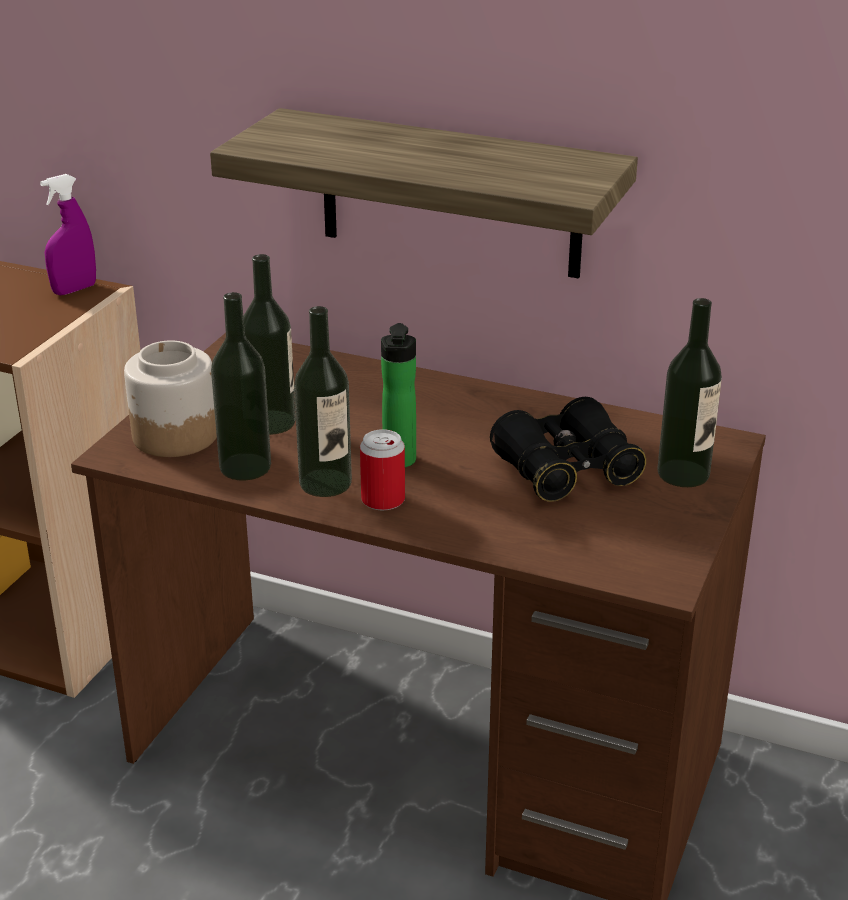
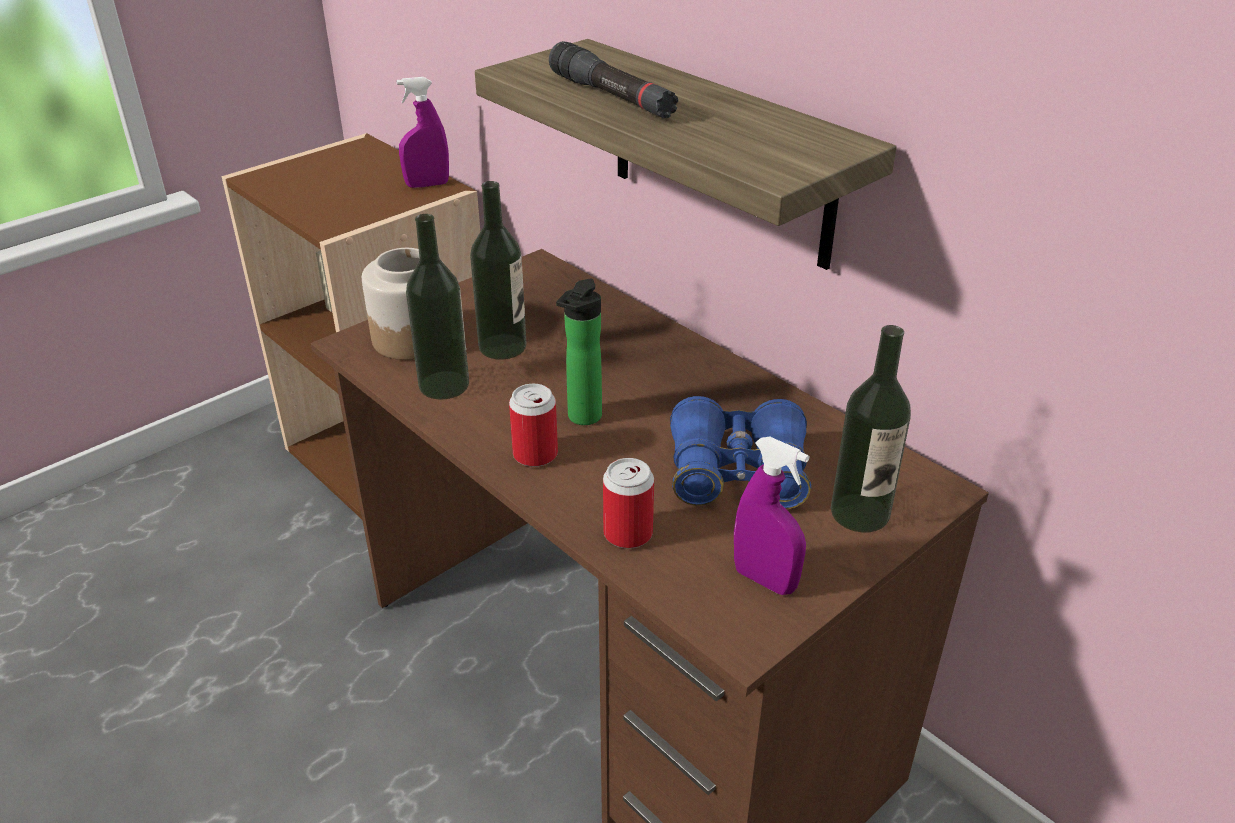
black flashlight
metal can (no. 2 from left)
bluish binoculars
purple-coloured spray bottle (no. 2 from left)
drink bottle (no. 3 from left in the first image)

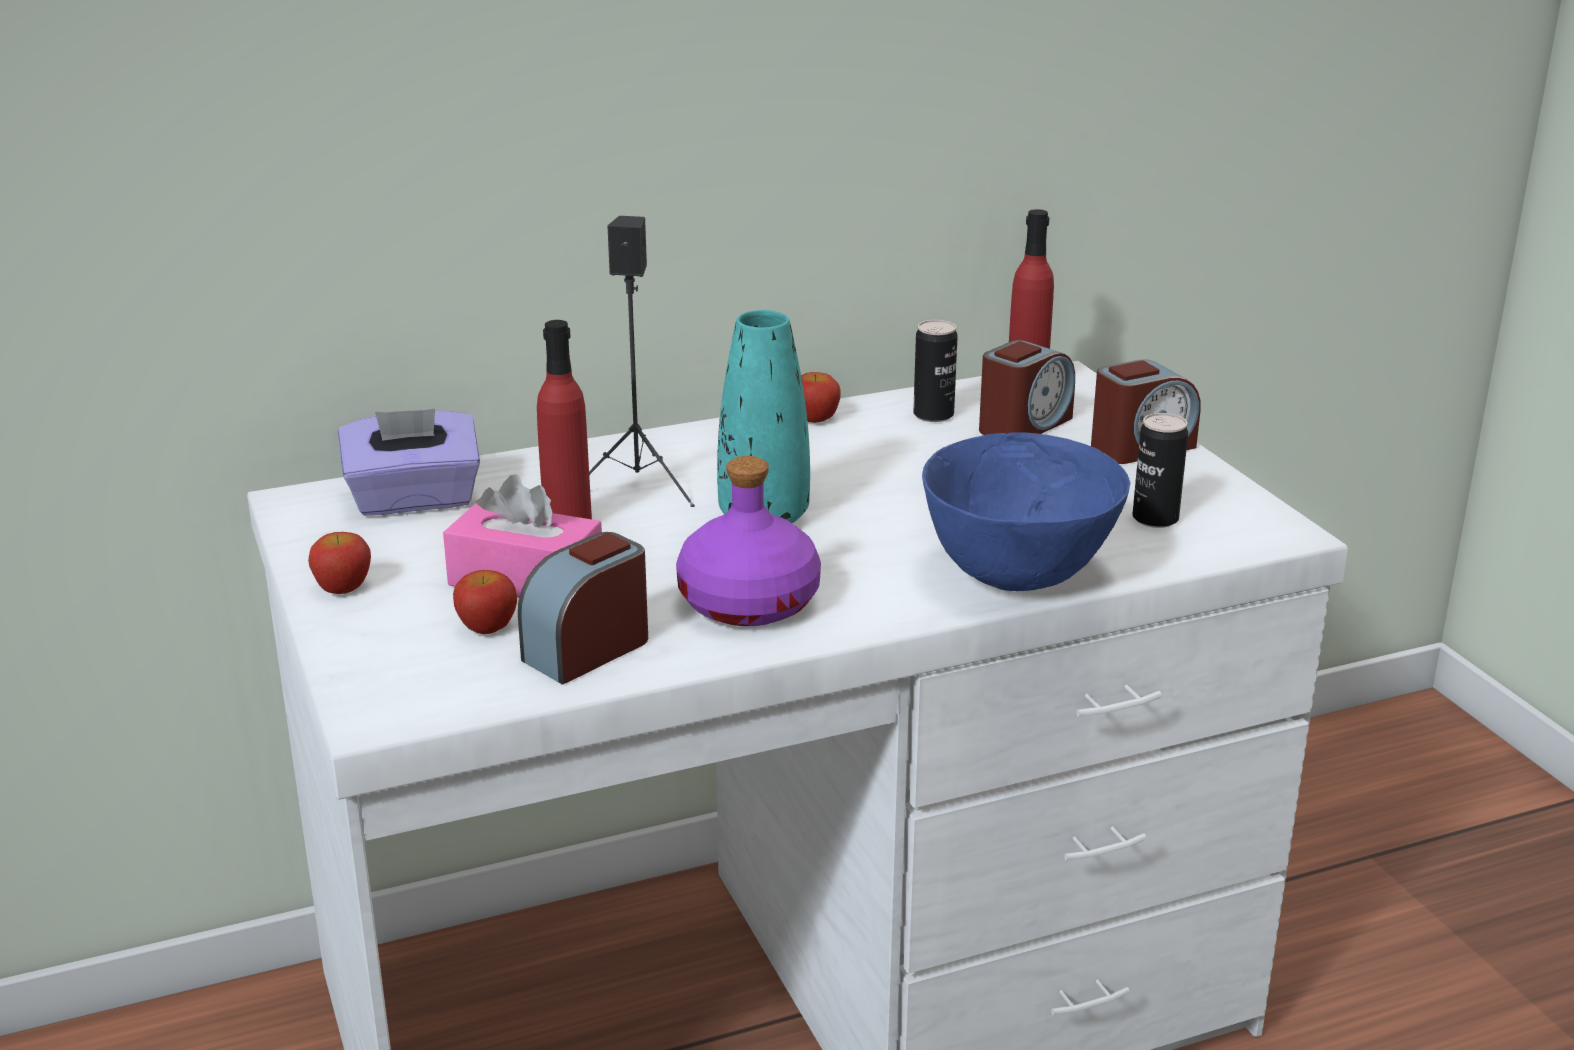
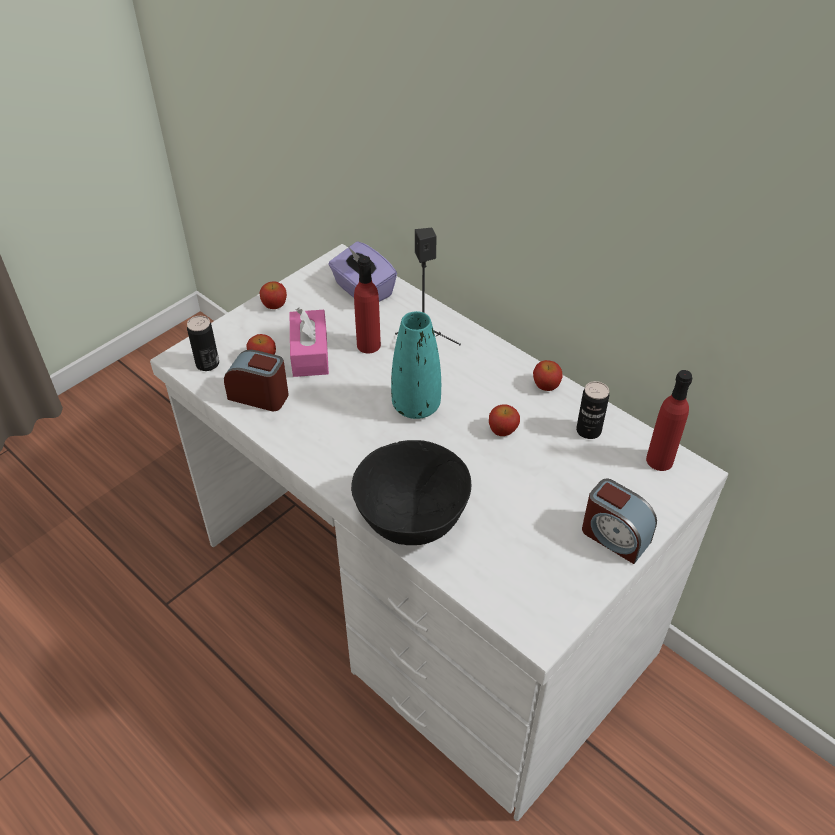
metal can (no. 1 from left)
black bowl
apple fruit (no. 3 from left)
purple-coloured drink bottle
bedside clock (no. 2 from left in the first image)

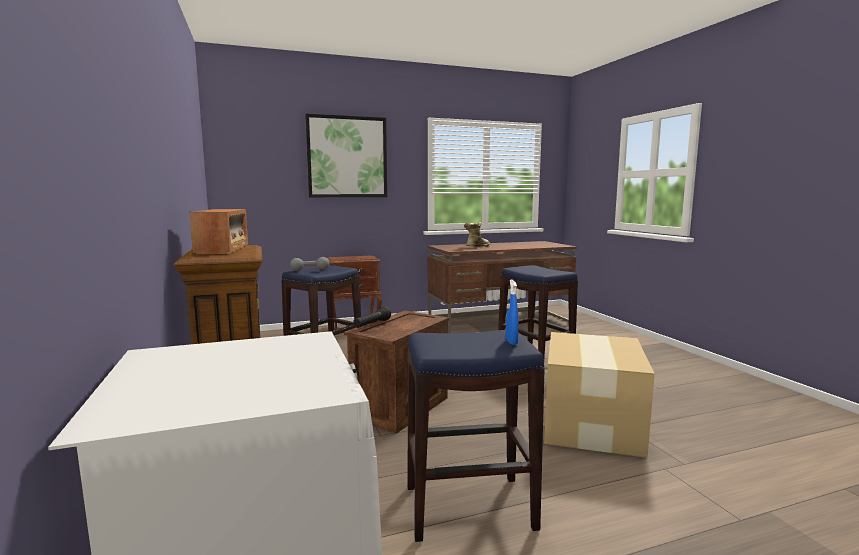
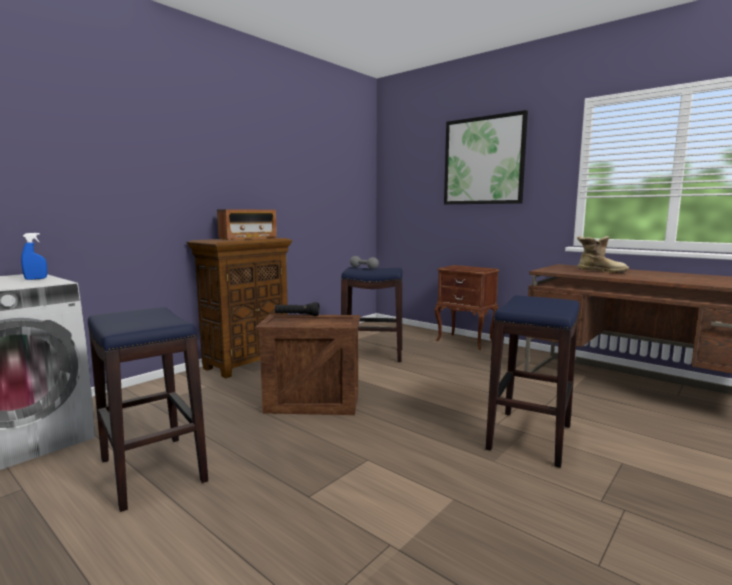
bluish spray bottle
cardboard box

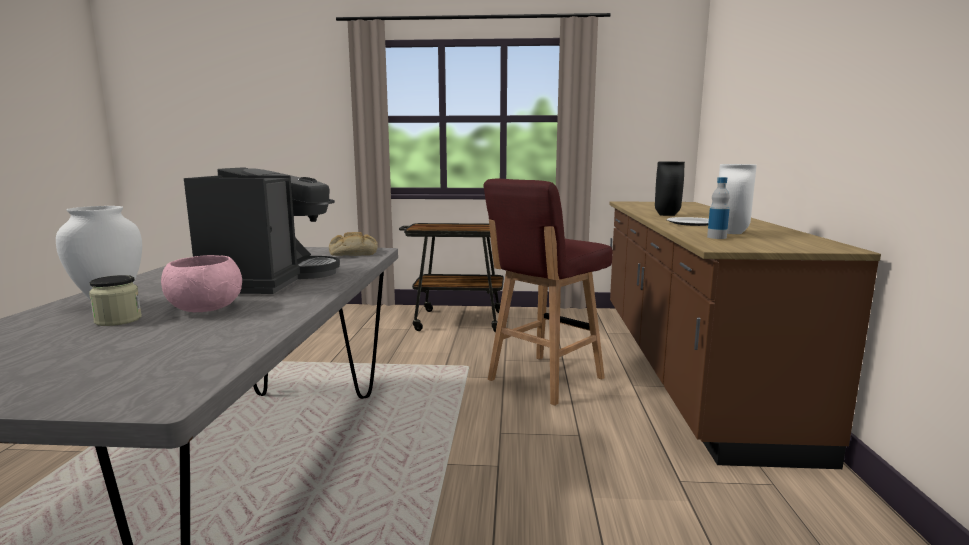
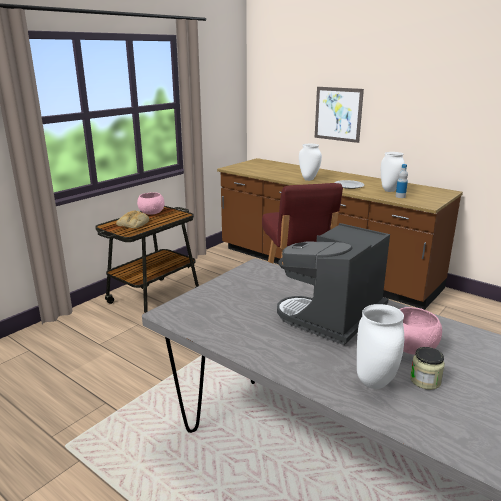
baked bread
pink-coloured bowl (no. 1 from left)
coffee brewer
whitish decorative vase (no. 1 from left)
wall picture

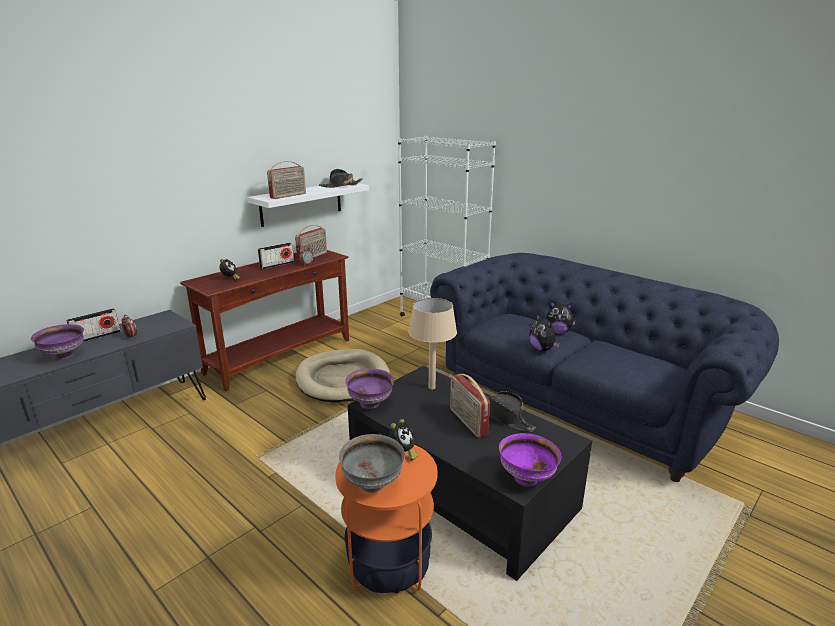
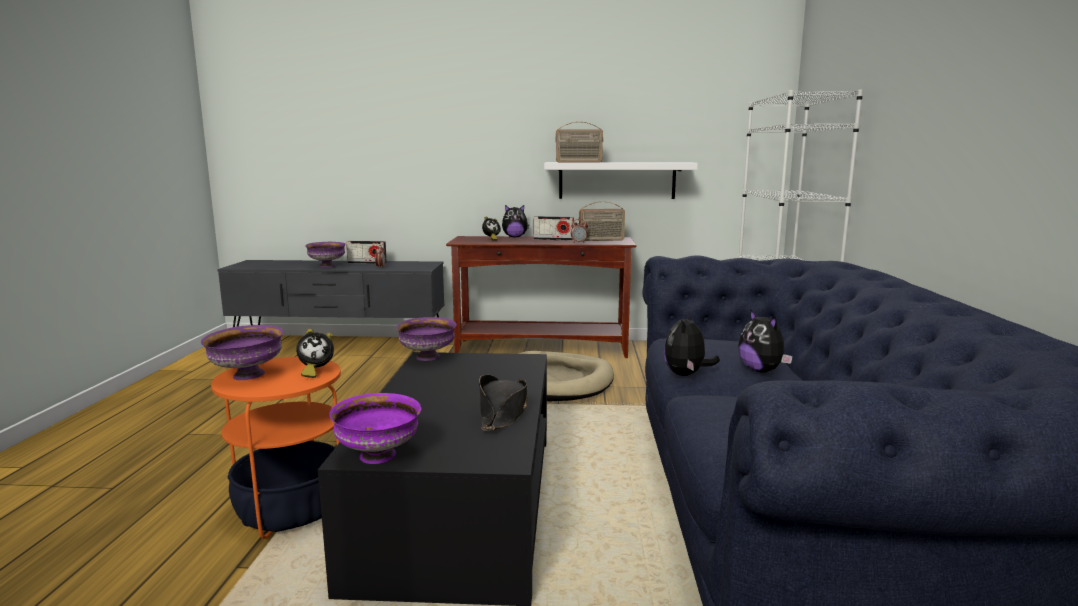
purple-coloured bowl (no. 1 from left)
cuddly toy (no. 1 from left)
black wearable hat (no. 1 from left in the first image)
beige-coloured tabletop lamp
radio set (no. 5 from left in the first image)

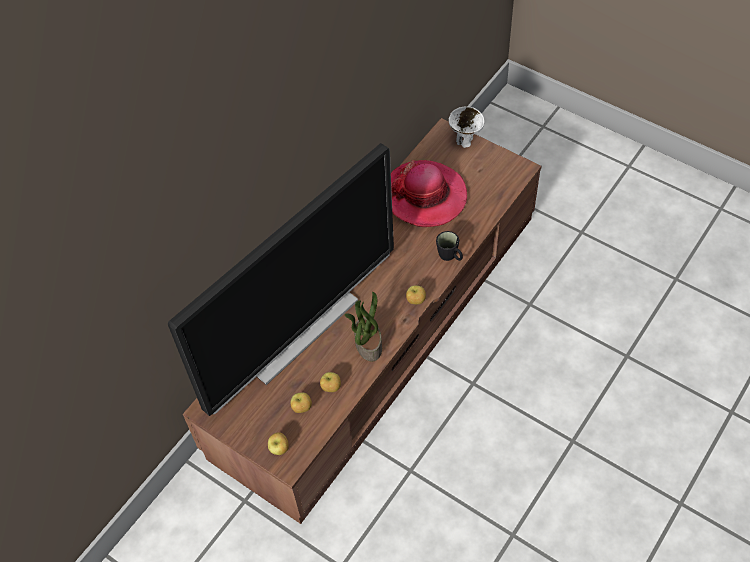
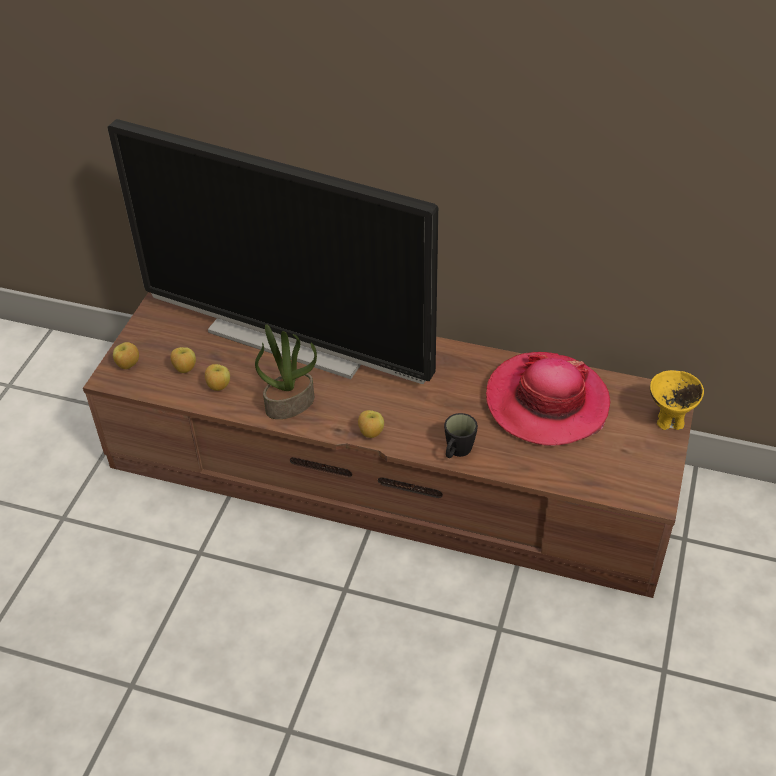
yellow bowl

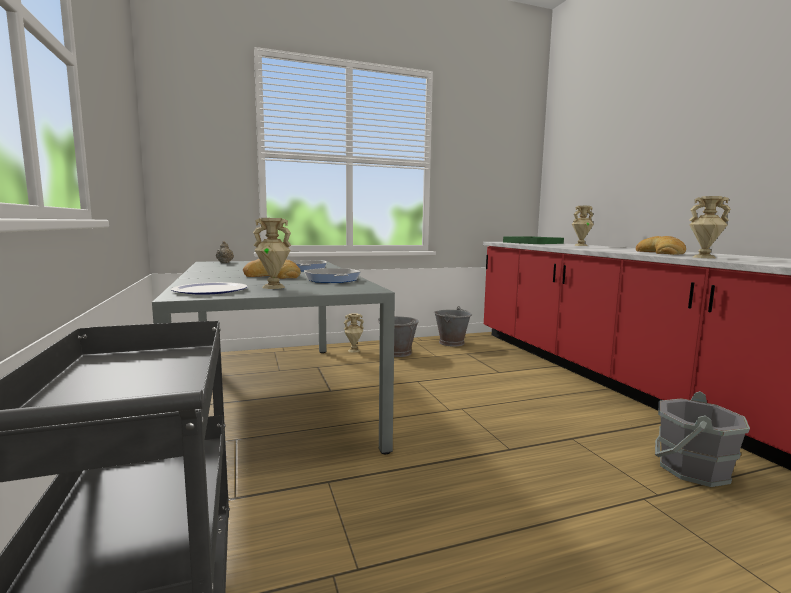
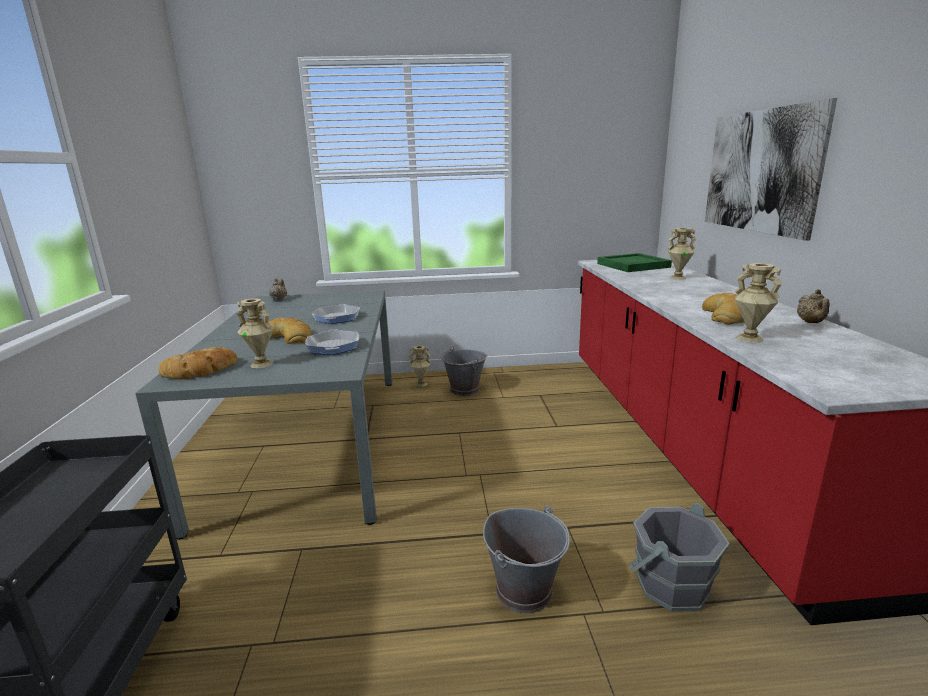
baked bread (no. 1 from left)
gray water bucket (no. 2 from left)
wall picture
beige-coloured teapot (no. 2 from left)

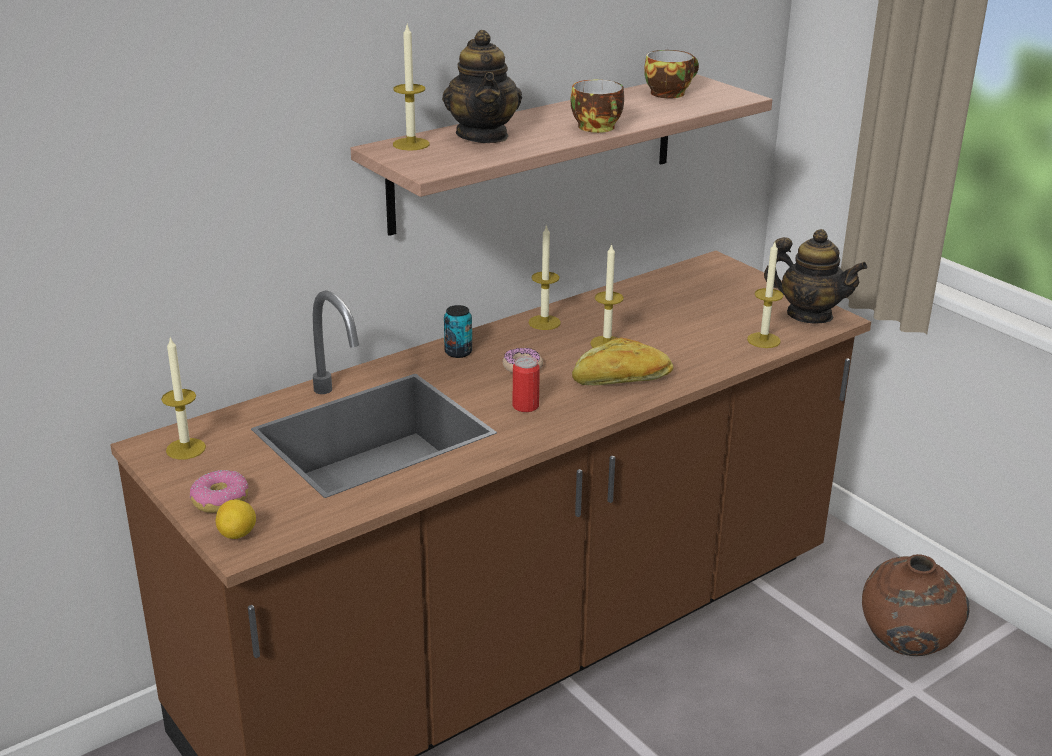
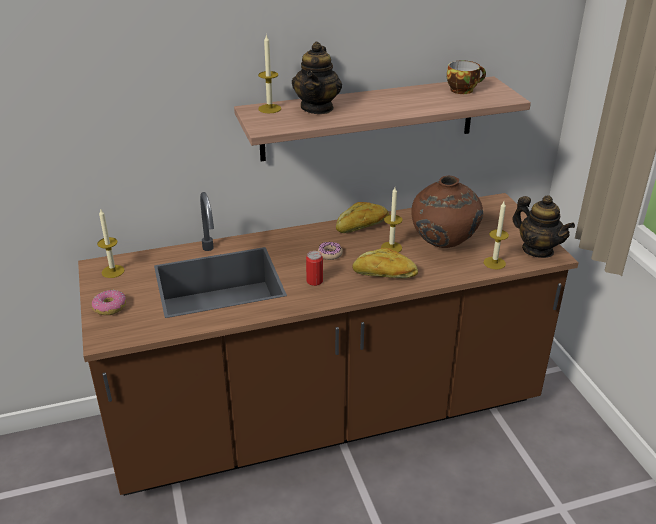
baked bread (no. 1 from left)
brown-coloured decorative vase
citrus fruit
metal can (no. 1 from left in the first image)
small cup (no. 1 from left in the first image)

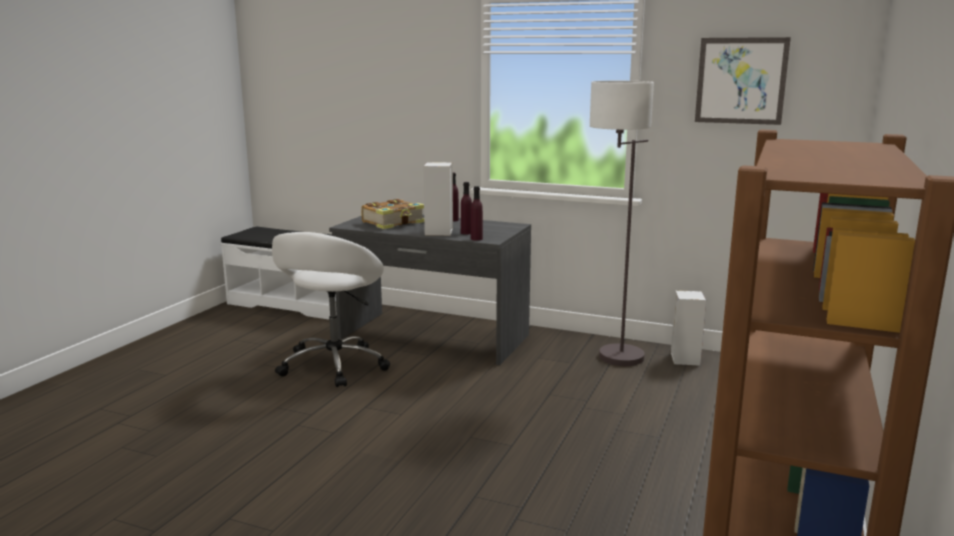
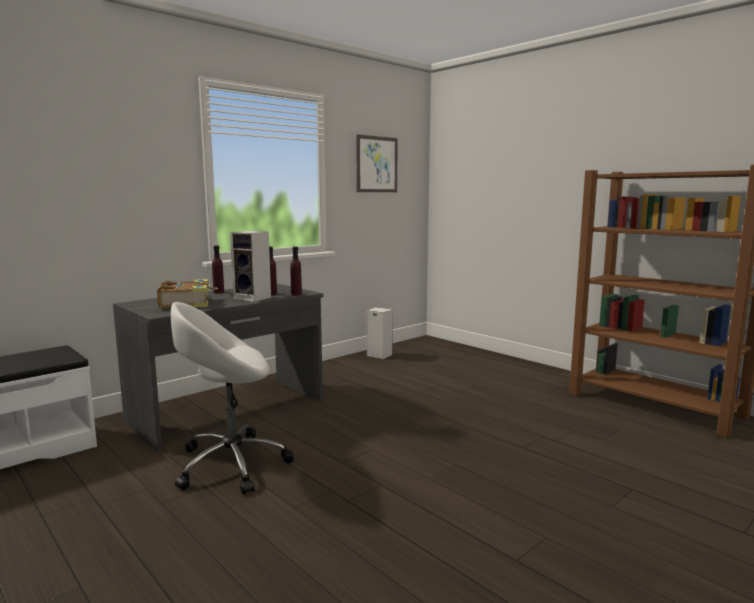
whitish office chair
whitish standard lamp

